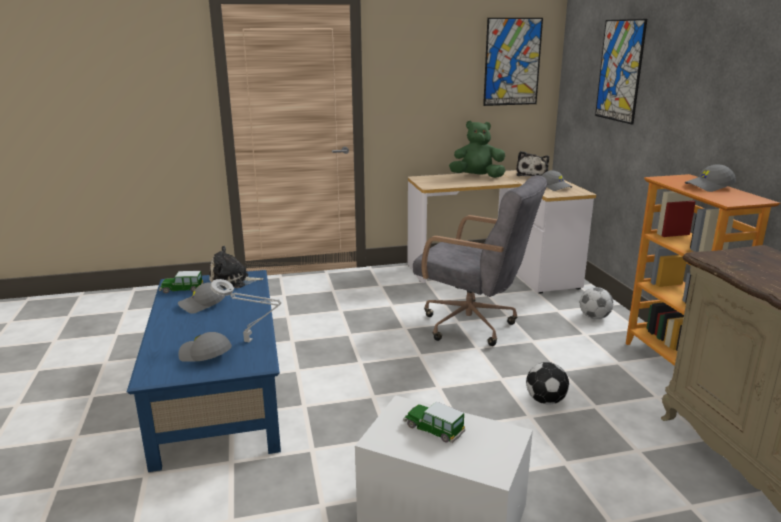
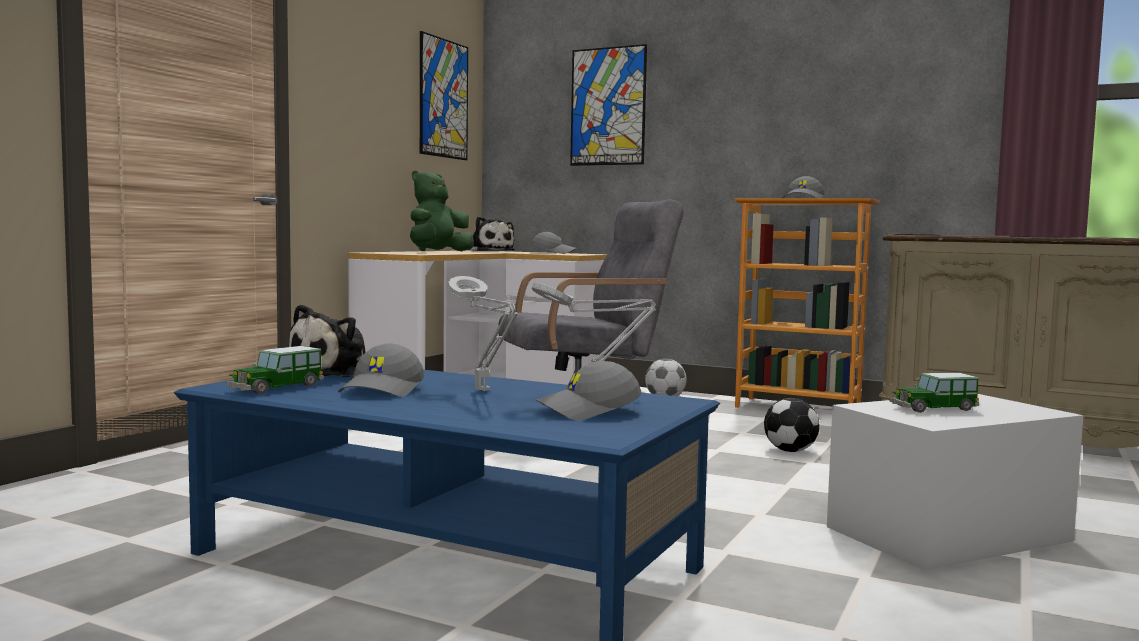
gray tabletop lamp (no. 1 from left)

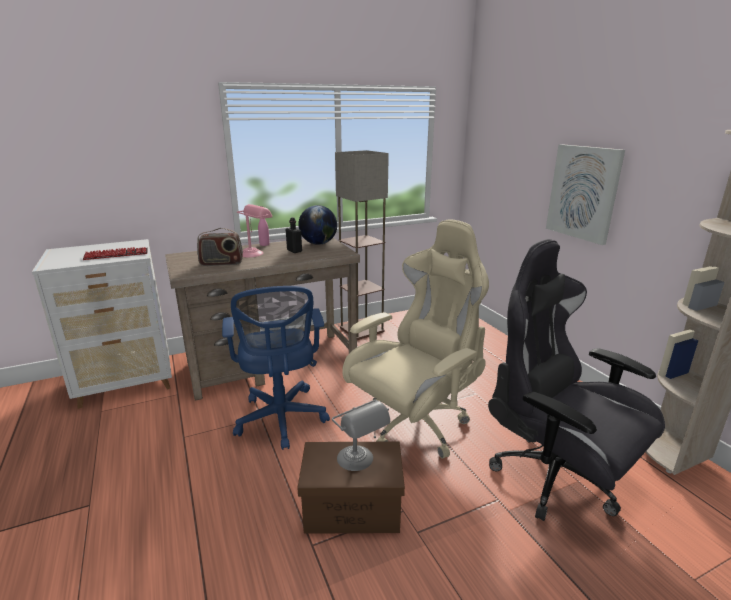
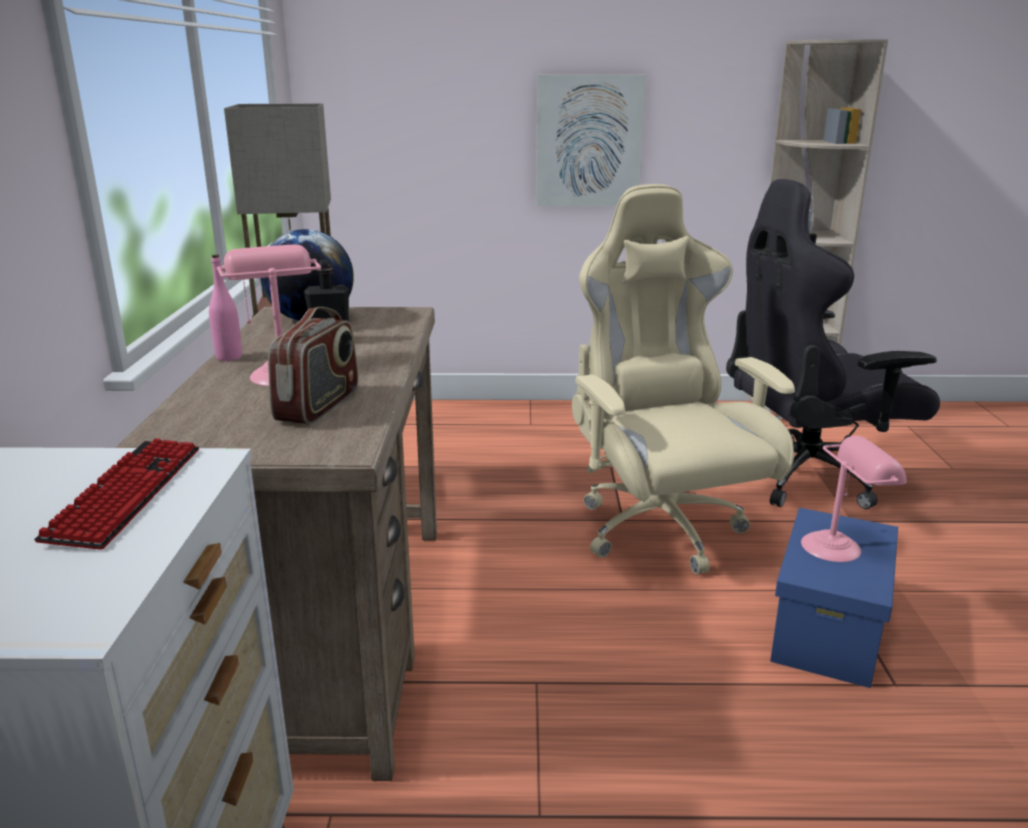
bluish storage container
pink-coloured tabletop lamp (no. 2 from left)
bluish office chair

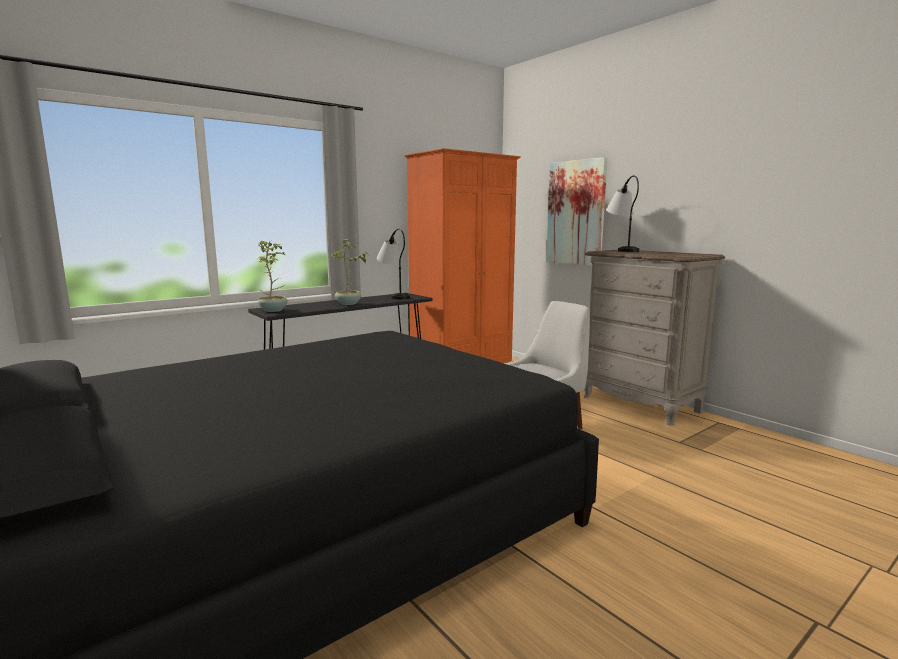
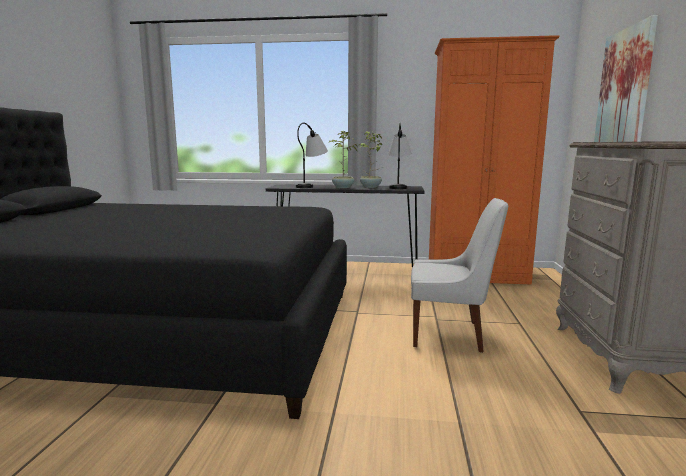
tabletop lamp (no. 1 from left)
houseplant (no. 2 from left)

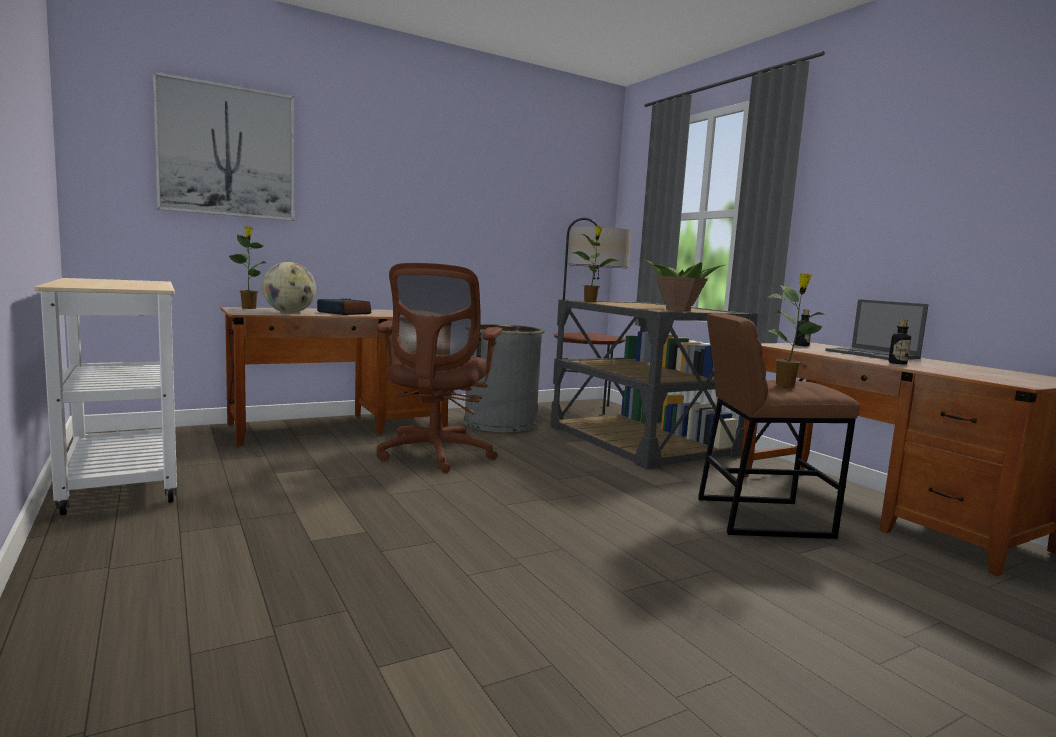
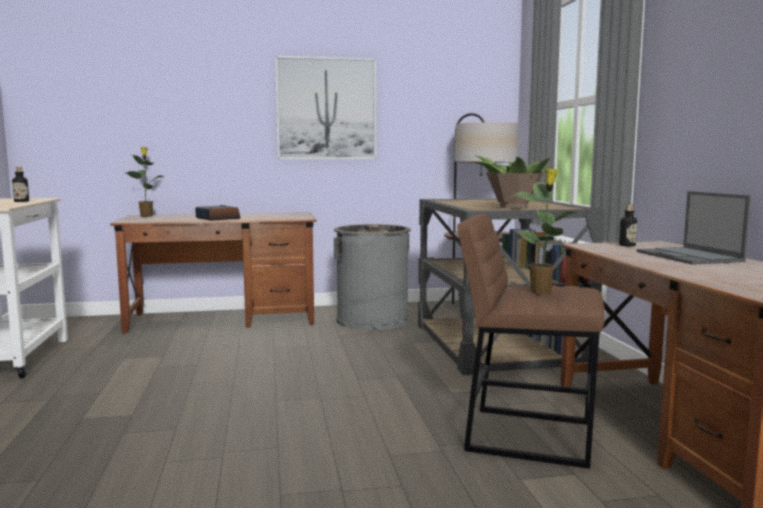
drink bottle (no. 1 from left)
wall picture
desk globe
brown-coloured office chair
houseplant (no. 2 from left in the first image)

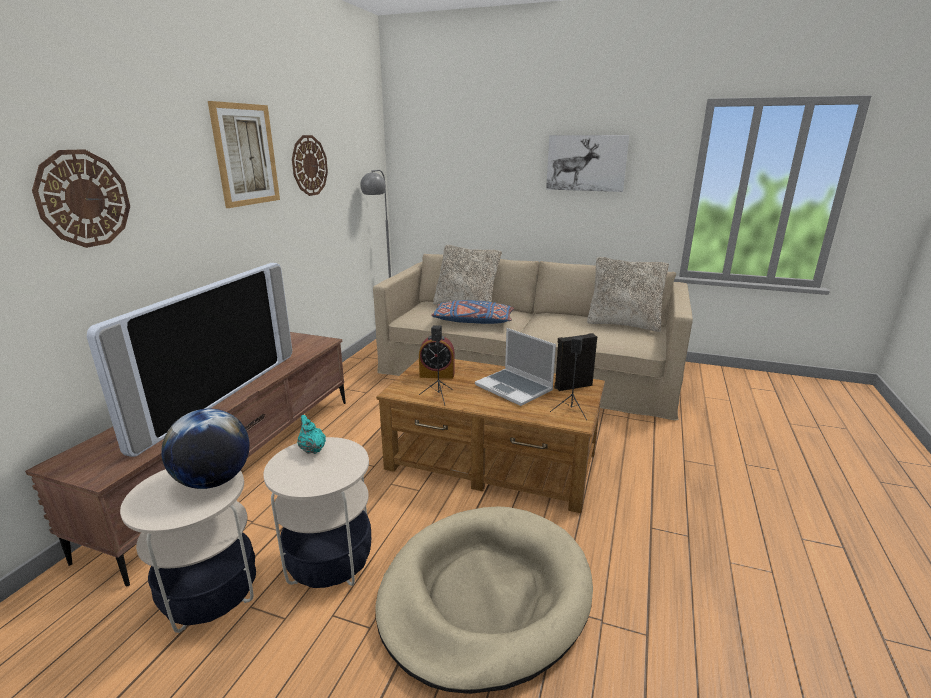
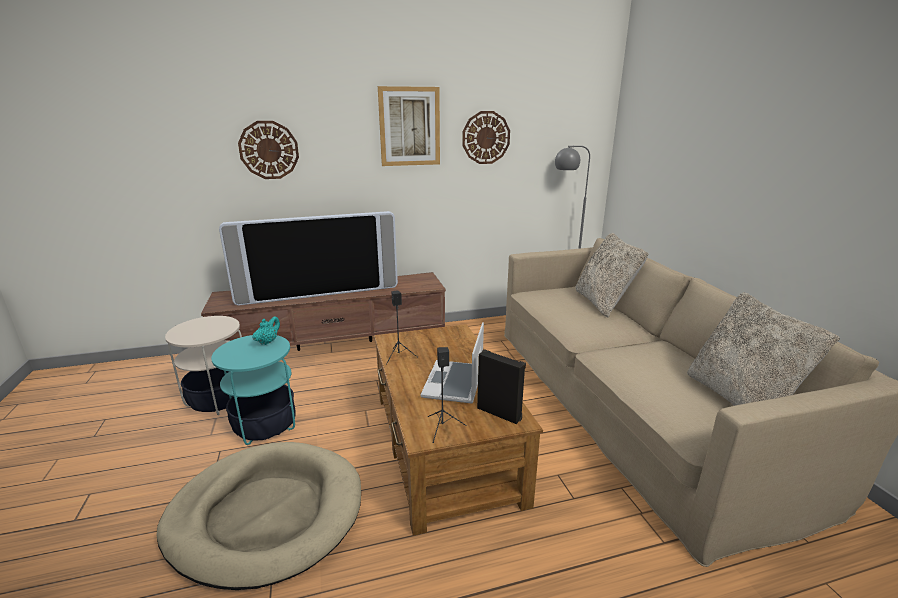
turquoise-coloured accent table
desk globe
bedside clock
bluish pillow
wall picture (no. 2 from left in the first image)

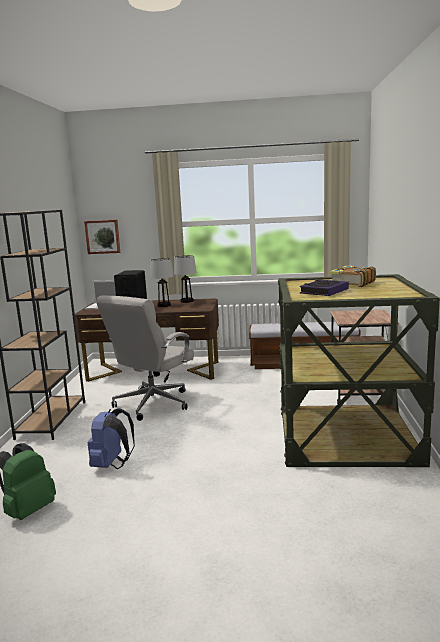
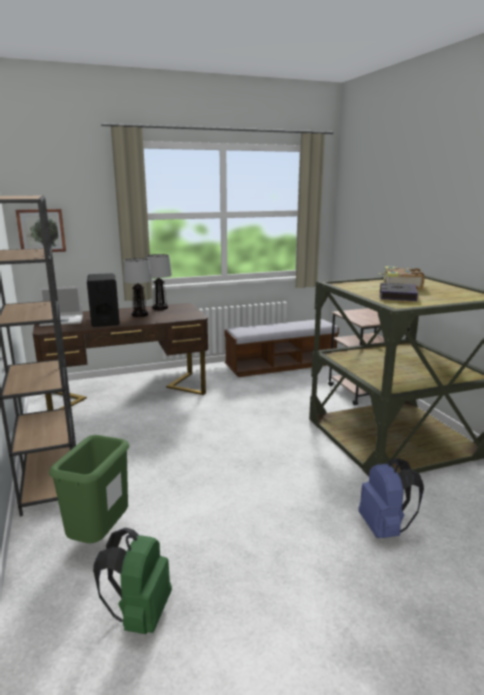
green rubbish bin
bluish backpack
gray office chair

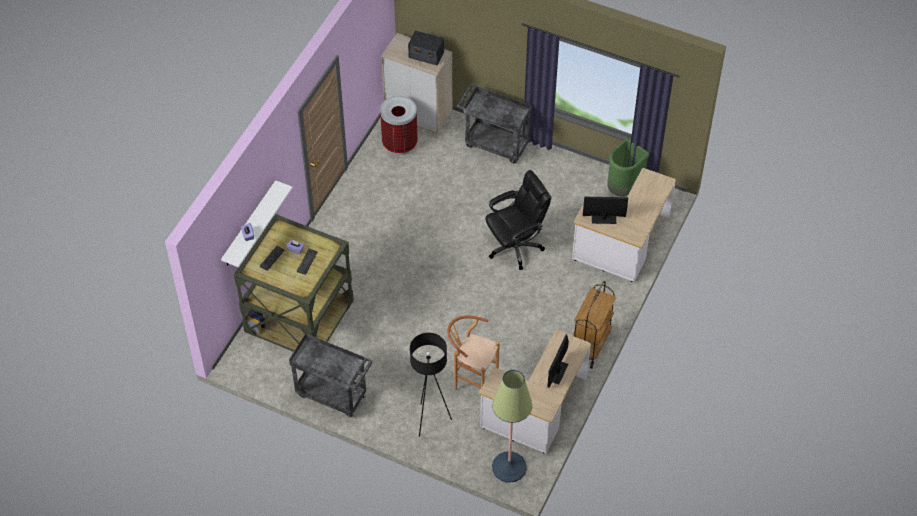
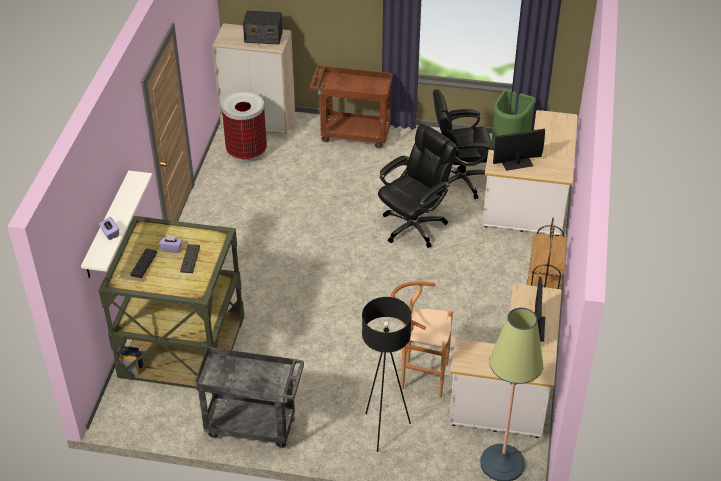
brown-coloured wheeled cart (no. 1 from left)
black office chair (no. 2 from left)

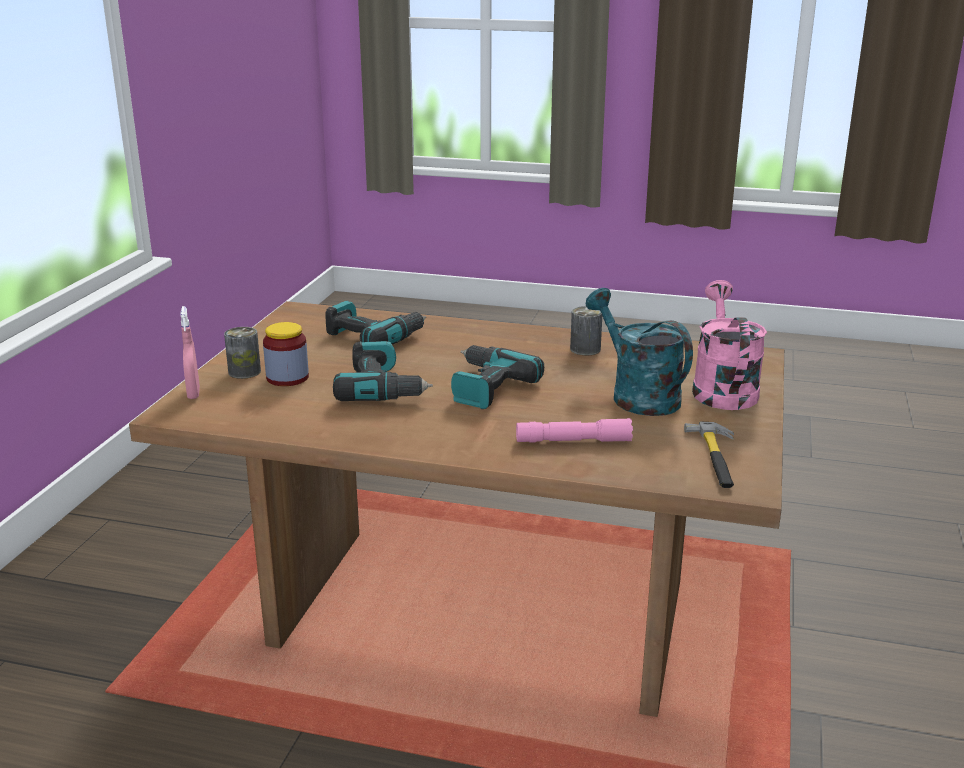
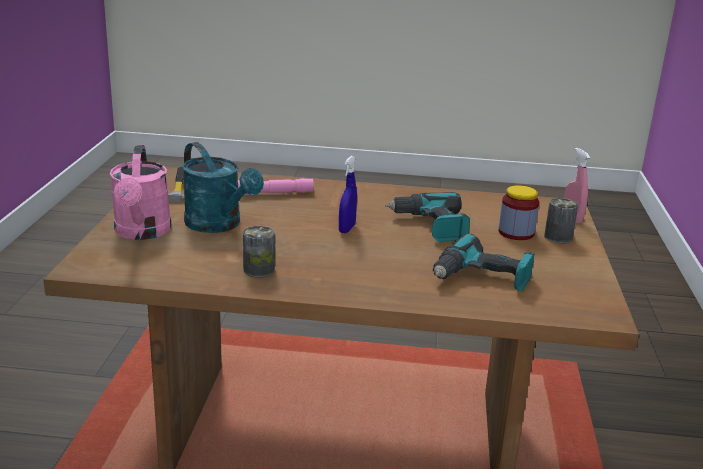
bluish spray bottle

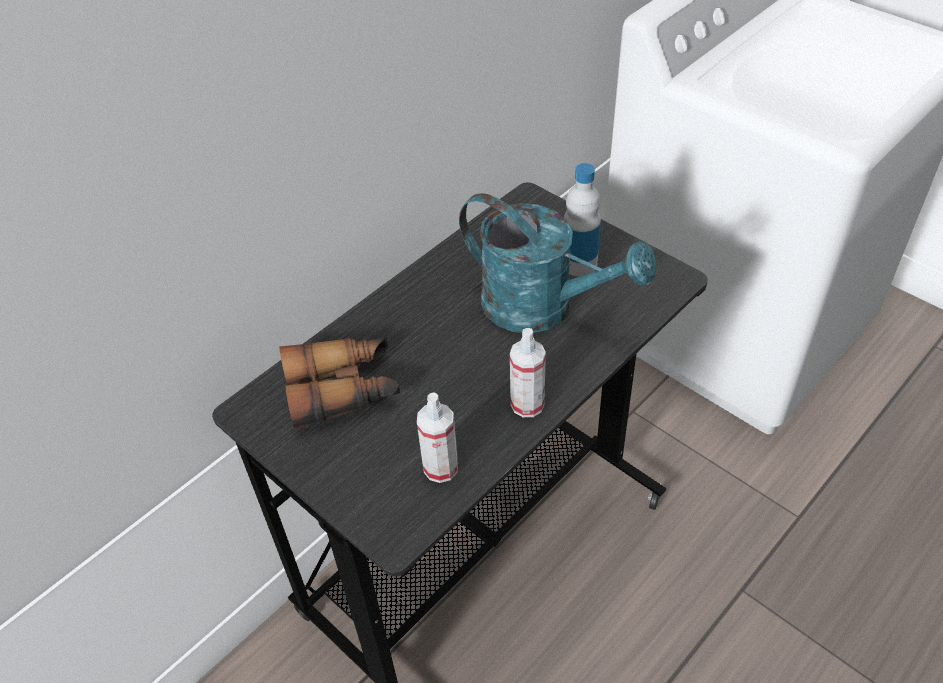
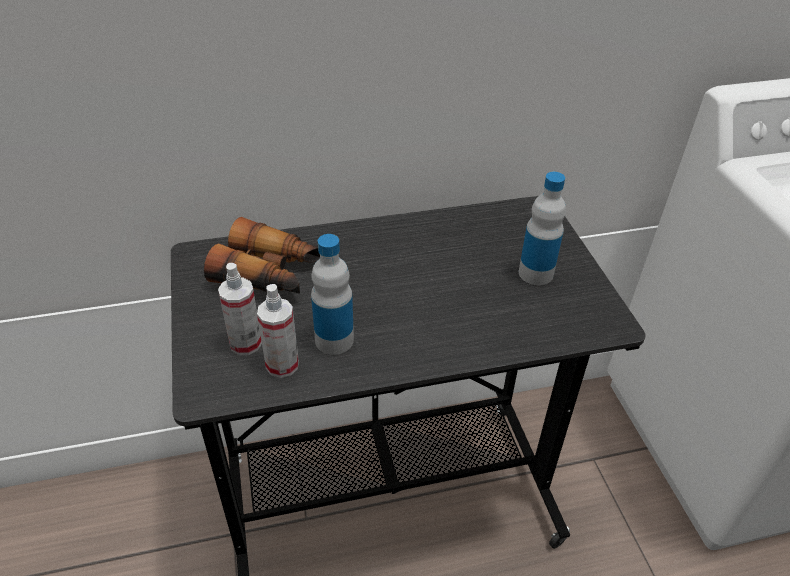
spray bottle (no. 1 from left)
drink bottle (no. 1 from left)
turquoise-coloured watering pot

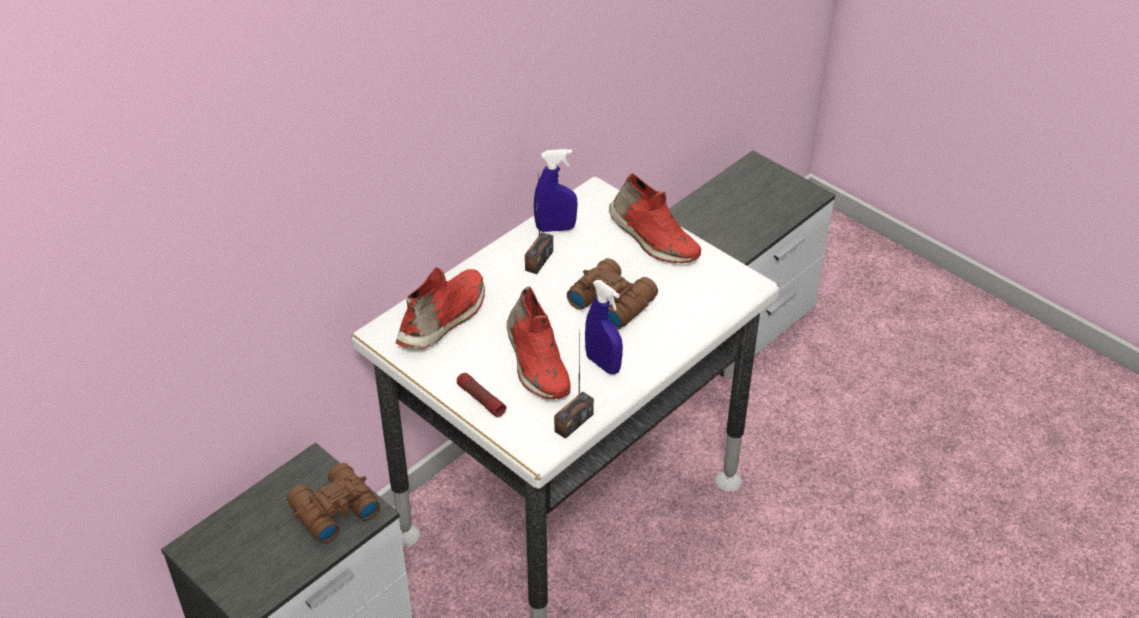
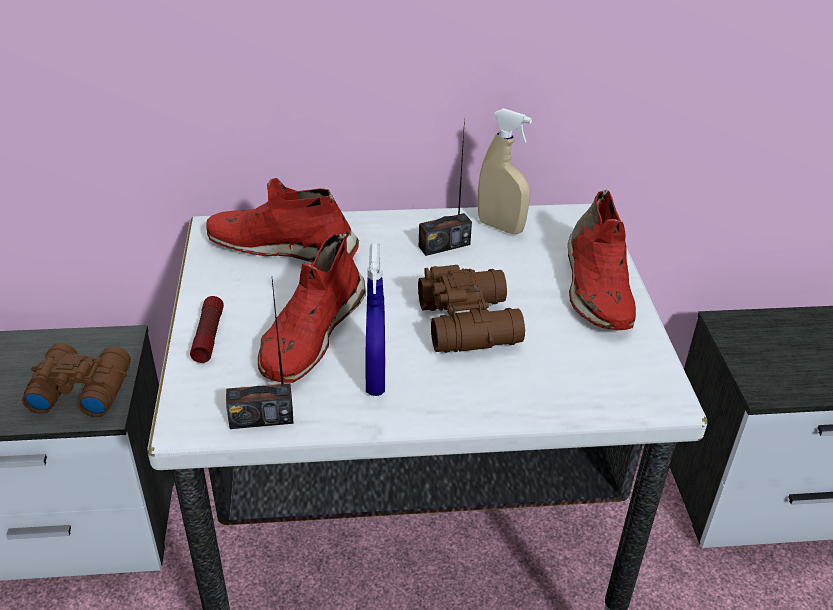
red-coloured shoe (no. 1 from left)
beige-coloured spray bottle

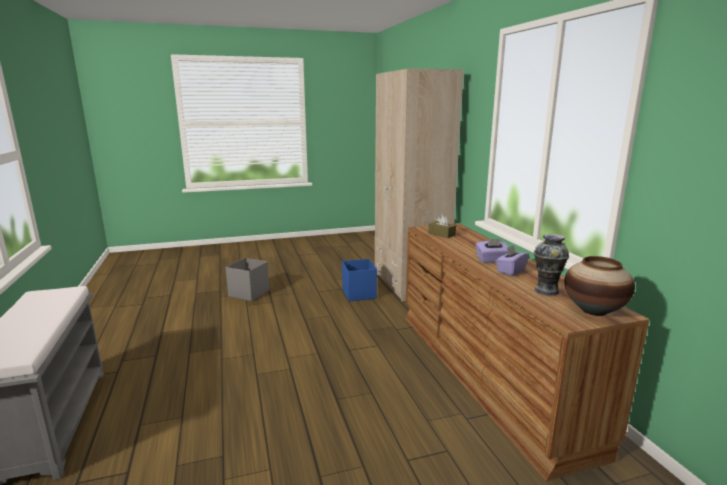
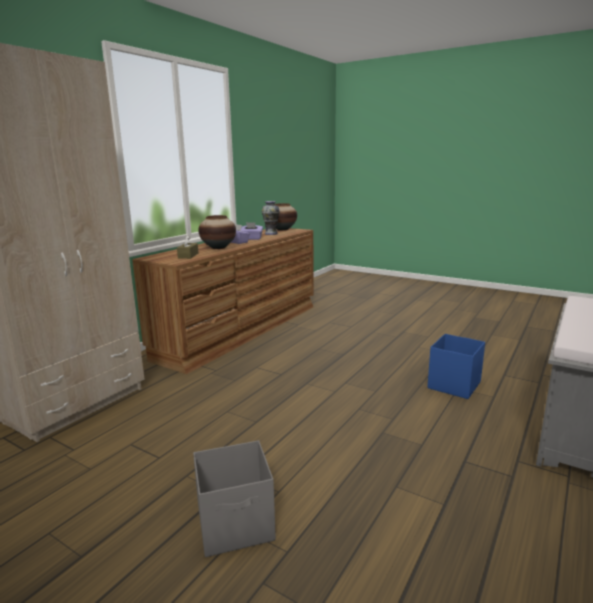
decorative vase (no. 1 from left)
bluish storage container

